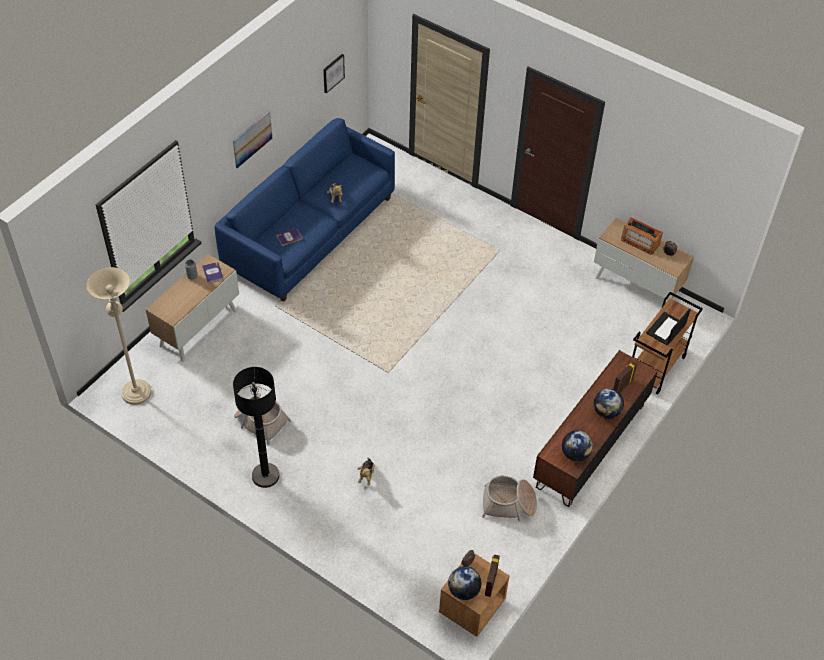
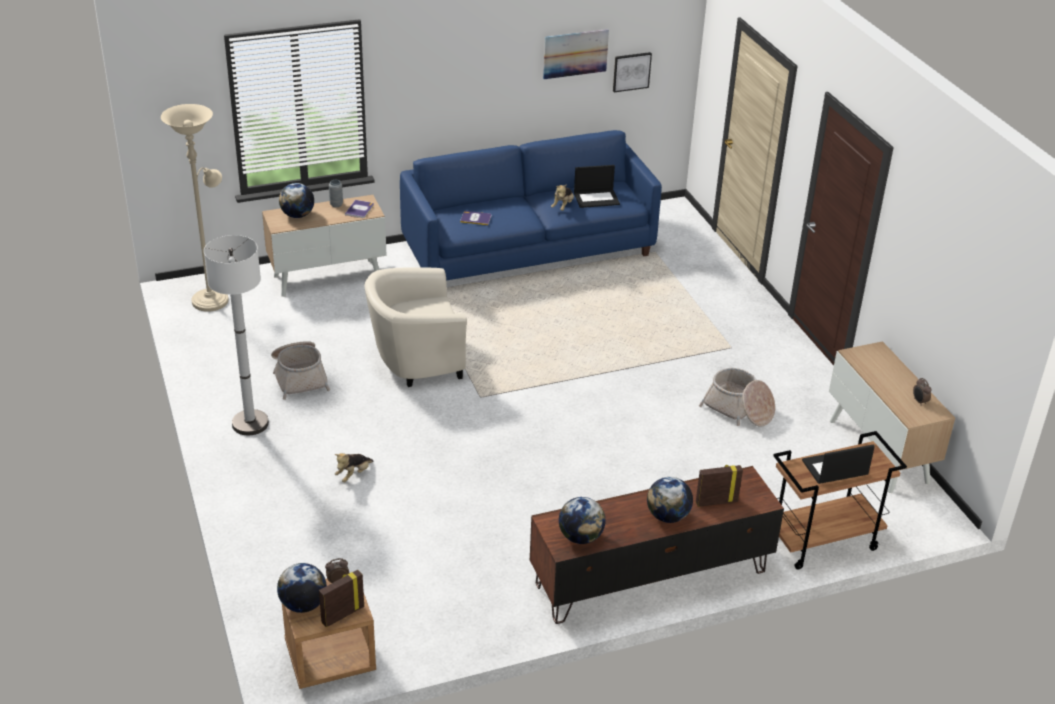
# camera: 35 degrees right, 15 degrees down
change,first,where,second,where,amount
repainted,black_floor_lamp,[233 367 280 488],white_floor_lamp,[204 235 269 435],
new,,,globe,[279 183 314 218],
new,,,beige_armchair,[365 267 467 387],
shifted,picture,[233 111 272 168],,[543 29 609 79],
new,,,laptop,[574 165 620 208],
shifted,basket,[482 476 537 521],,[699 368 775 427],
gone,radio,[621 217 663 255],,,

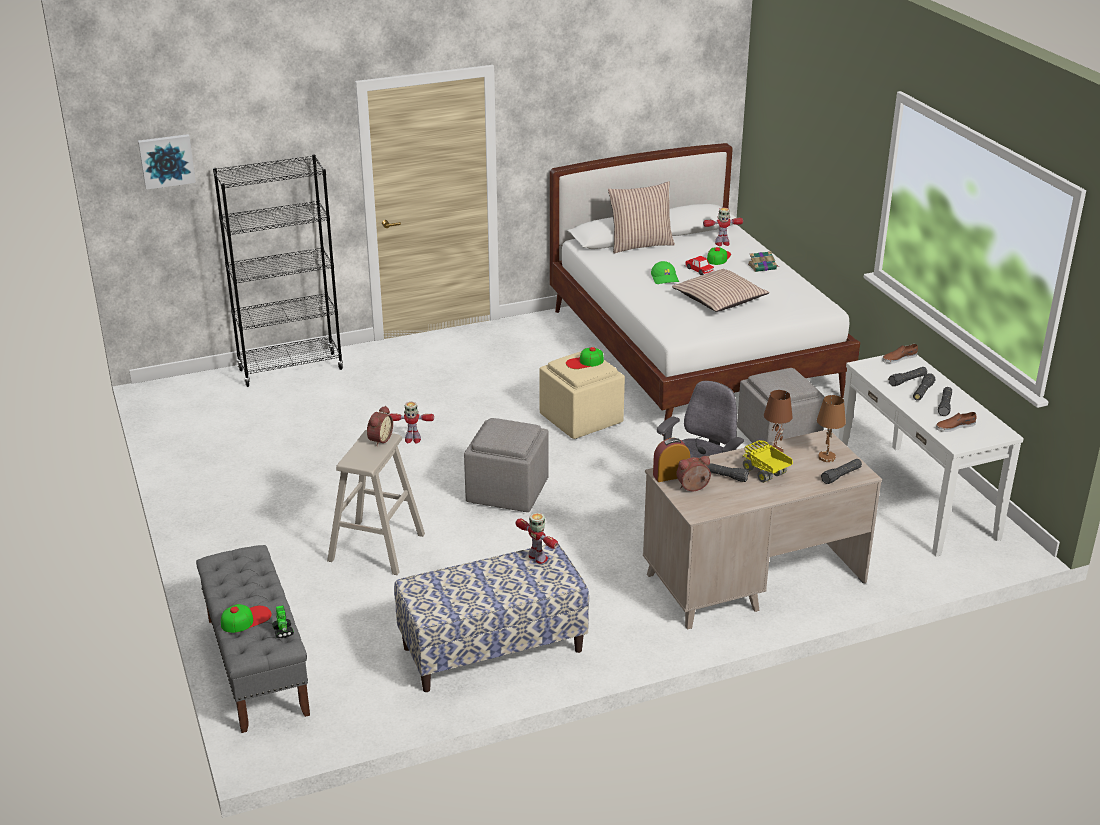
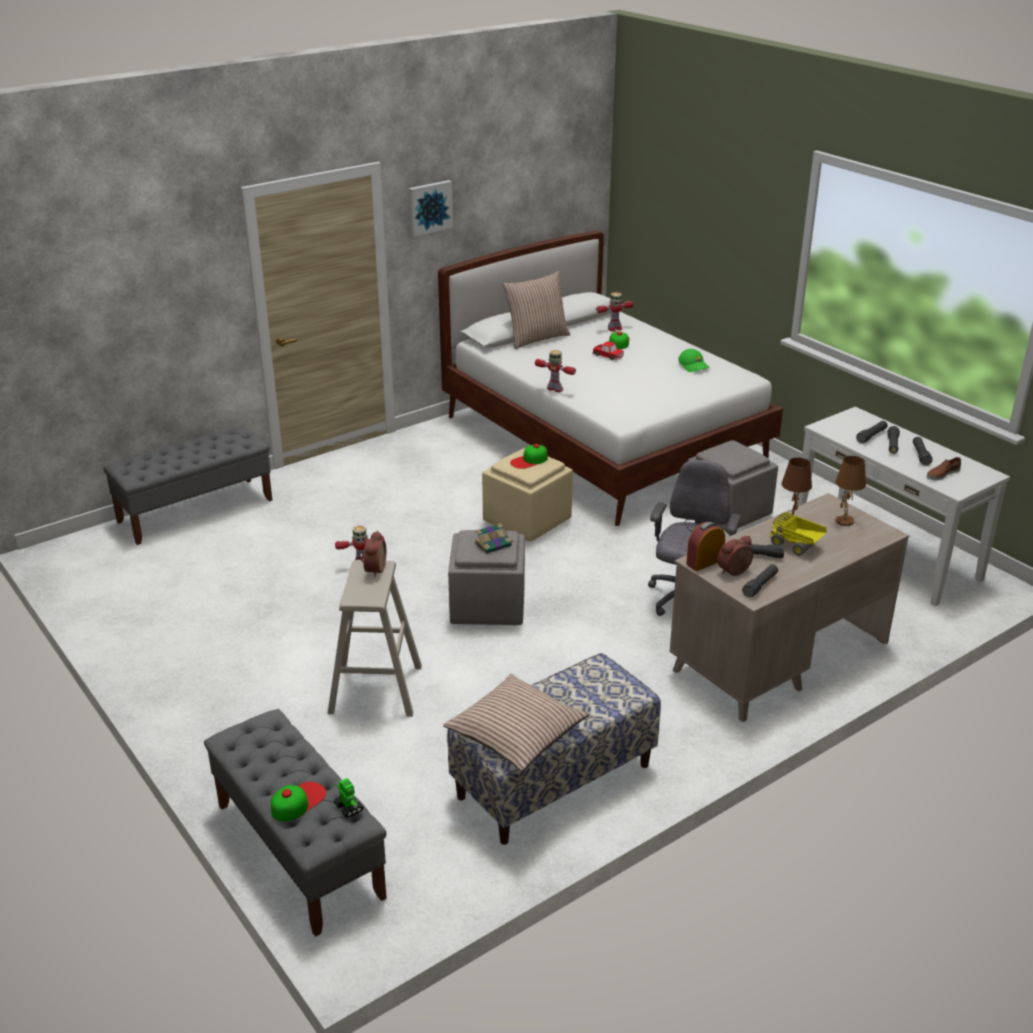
# camera: 15 degrees left, 0 degrees up
change,first,where,second,where,amount
swapped,black_bookcase,[213 155 344 387],grey_bench,[103 426 272 545],
shifted,picture,[138 134 196 190],,[409 180 453 237],
shifted,pillow,[672 269 770 312],,[443 674 590 771],
shifted,book,[748 251 780 272],,[474 523 514 554],
shifted,toy_robot,[516 513 558 564],,[535 350 576 392],
shifted,green_cap,[651 261 679 284],,[678 349 710 372],
shifted,black_flashlight,[821 459 862 484],,[742 564 778 598],
gone,brown_shoe,[882 344 918 363],,,

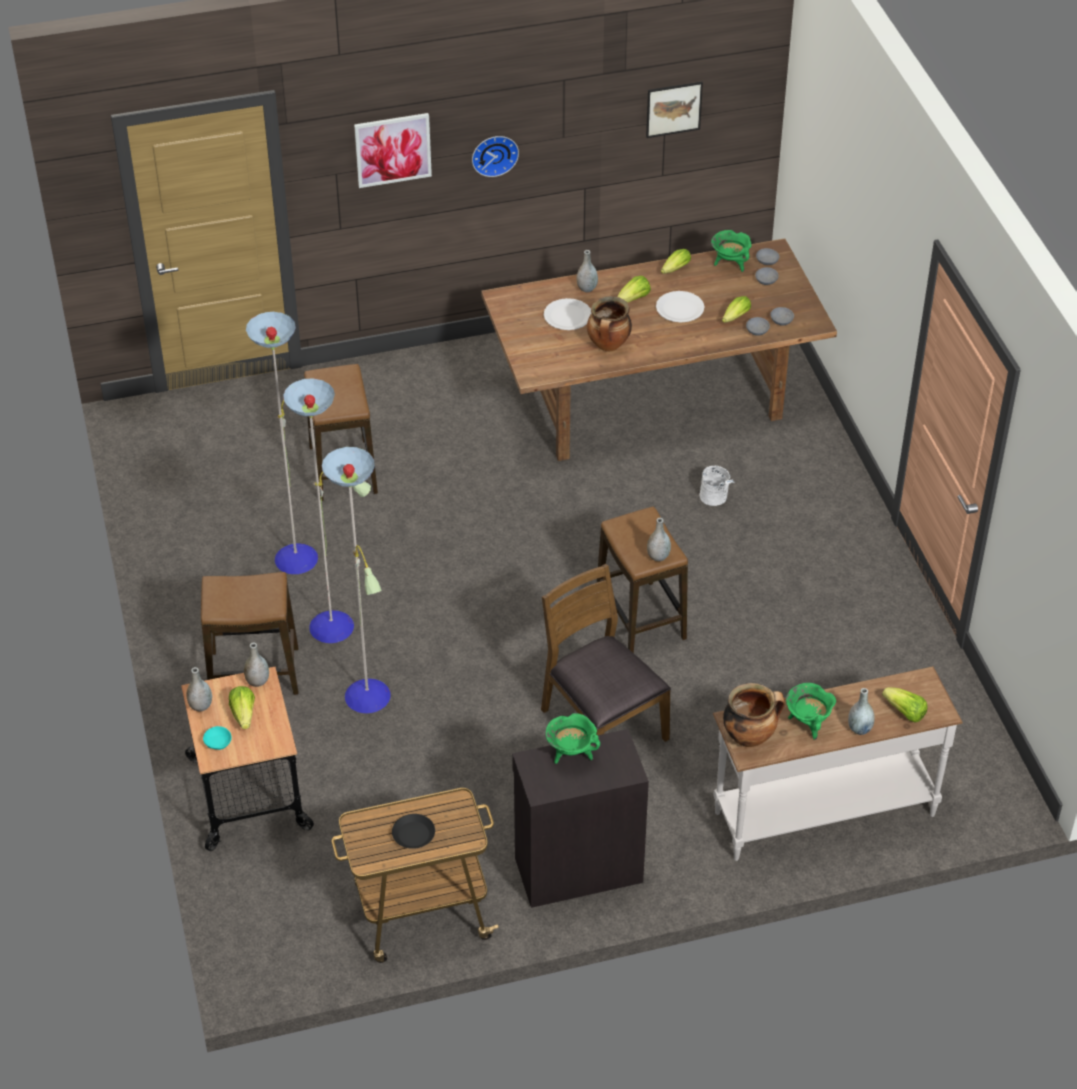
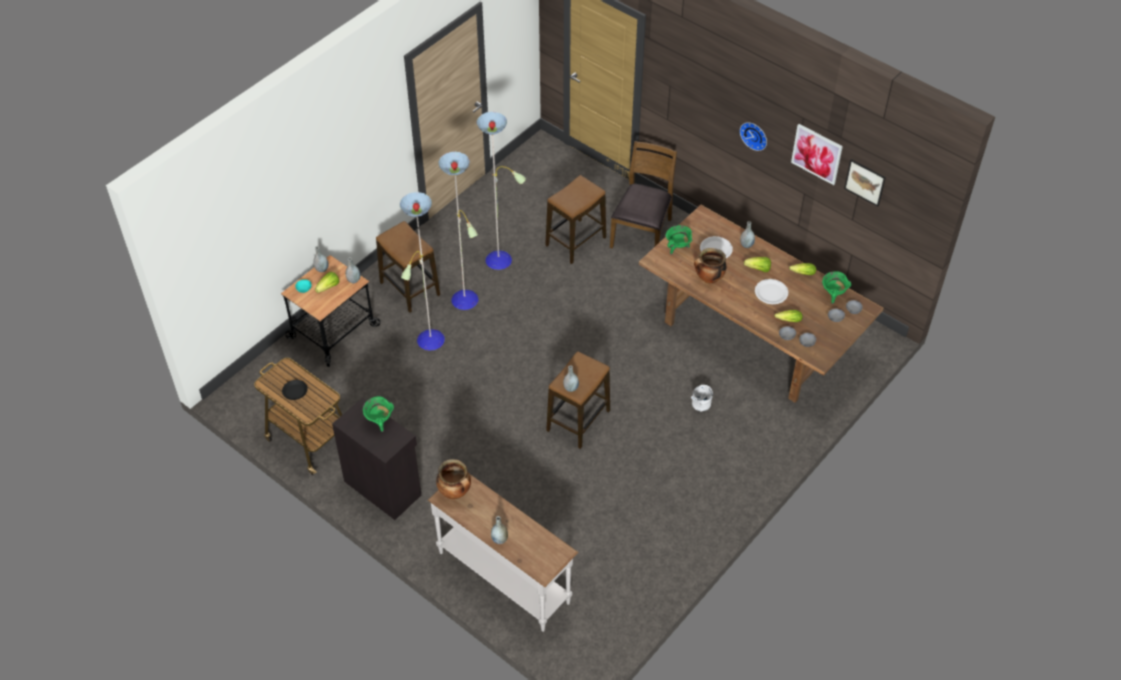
# camera: 55 degrees right, 5 degrees up
change,first,where,second,where,amount
shifted,brown_chair,[541 564 671 742],,[610 141 677 249],
shifted,green_cooking_pot,[786 683 836 740],,[666 225 692 255],
shifted,picture,[354 113 432 188],,[791 124 843 185],
gone,lettuce,[882 687 927 723],,,

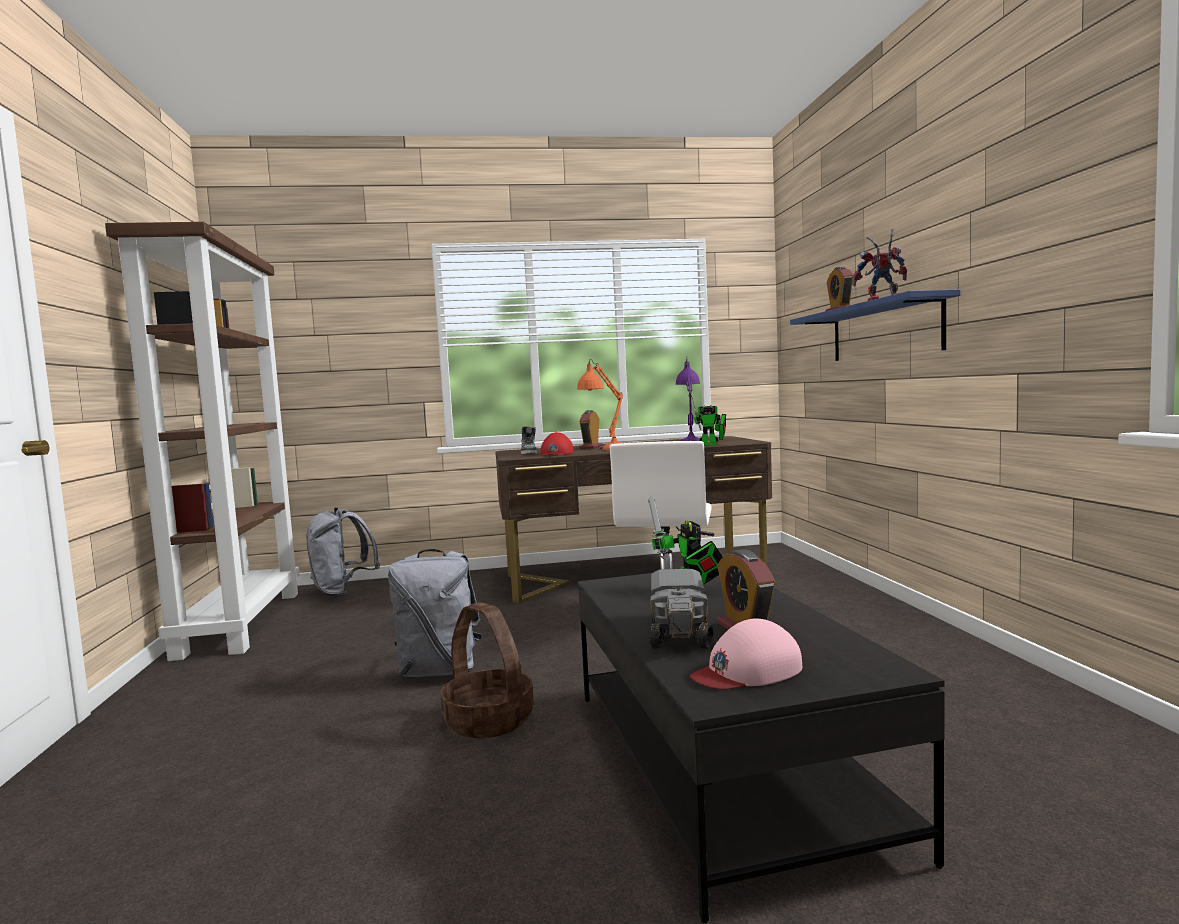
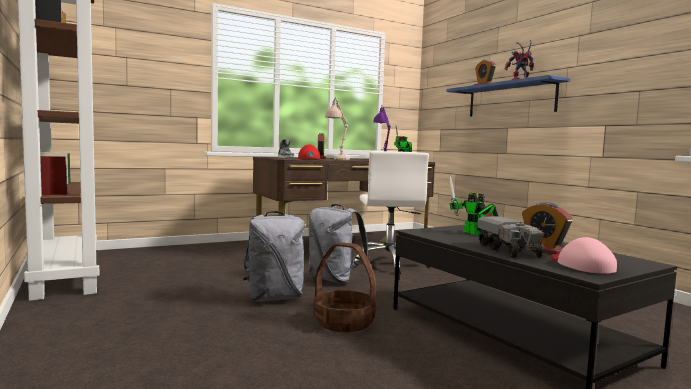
# camera: 20 degrees left, 0 degrees up
change,first,where,second,where,amount
shifted,grey_backpack,[306 507 380 597],,[309 204 369 283],
repainted,orange_table_lamp,[577 358 623 450],beige_table_lamp,[325 97 350 160],
rotated,pink_cap,[690 619 802 689],,[551 237 617 274],120 degrees clockwise

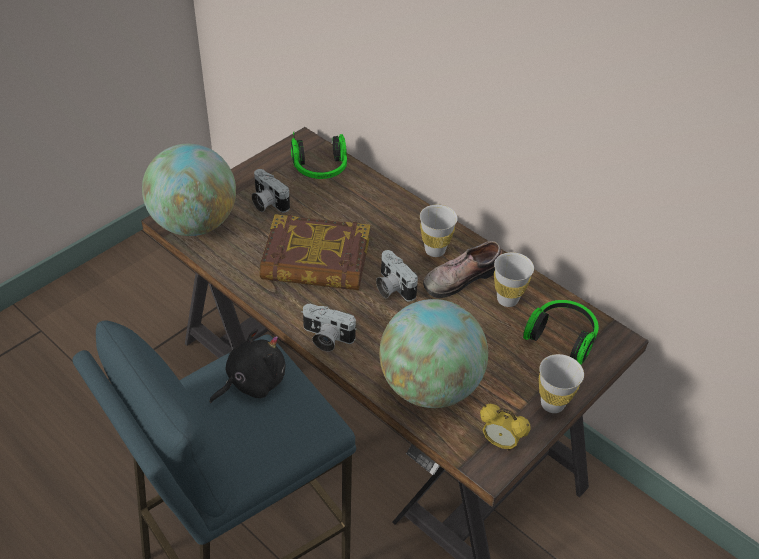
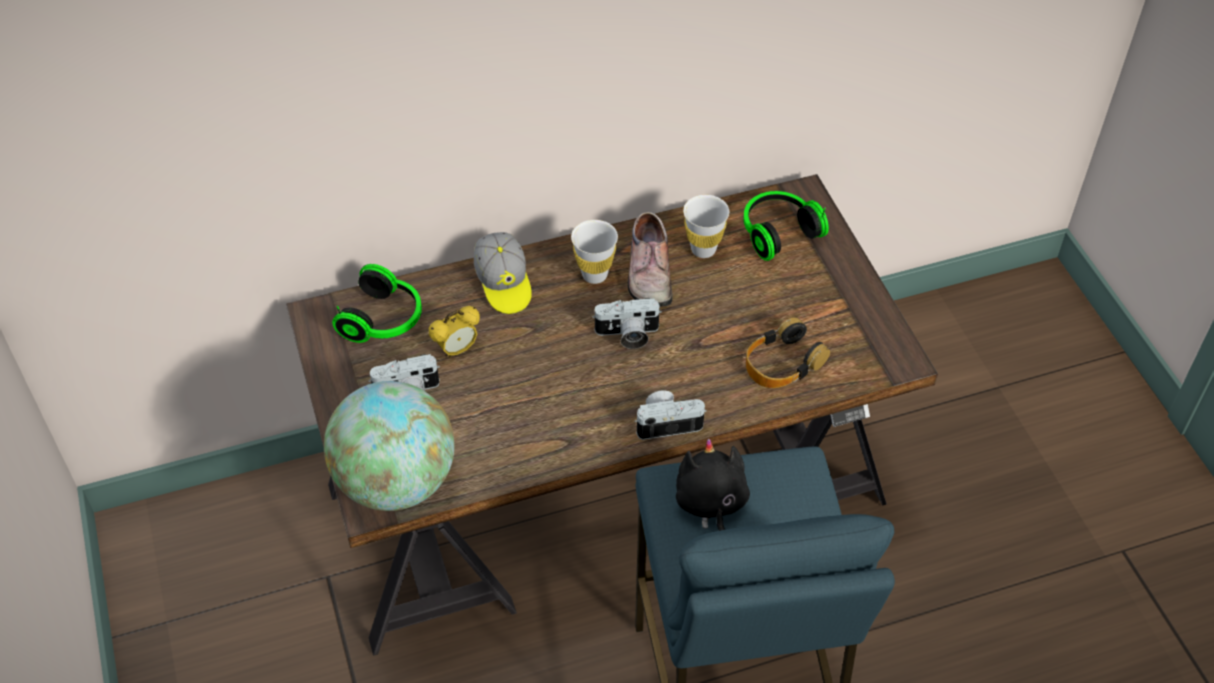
# camera: 60 degrees left, 5 degrees up
change,first,where,second,where,amount
shifted,alarm_clock,[480 404 531 451],,[429 306 480 358],
new,,,cap,[474 232 532 314],
rotated,photo_camera,[302 304 357 351],,[634 390 707 440],150 degrees counterclockwise
swapped,globe,[379 299 488 408],headphones,[746 317 830 388],
gone,book,[260 214 370 290],,,
gone,white_cup,[539 354 584 413],,,

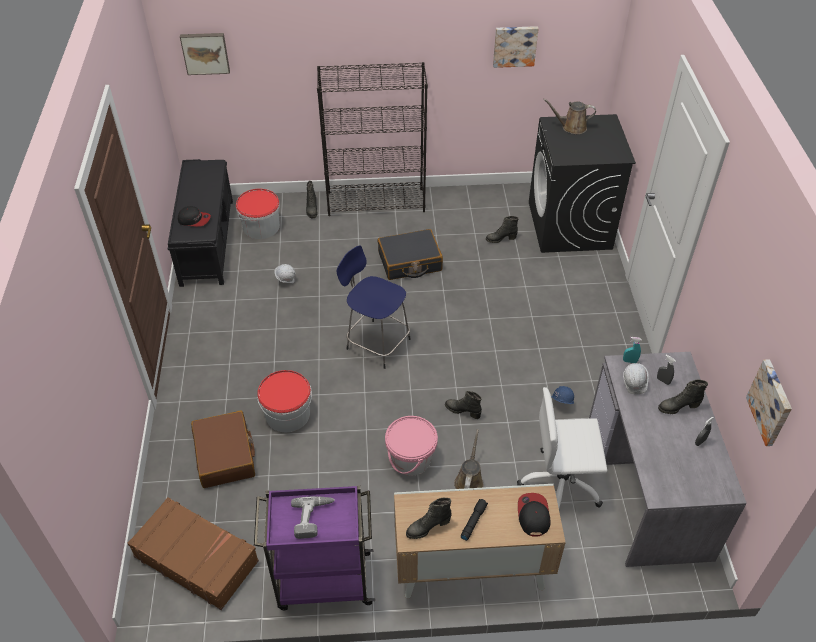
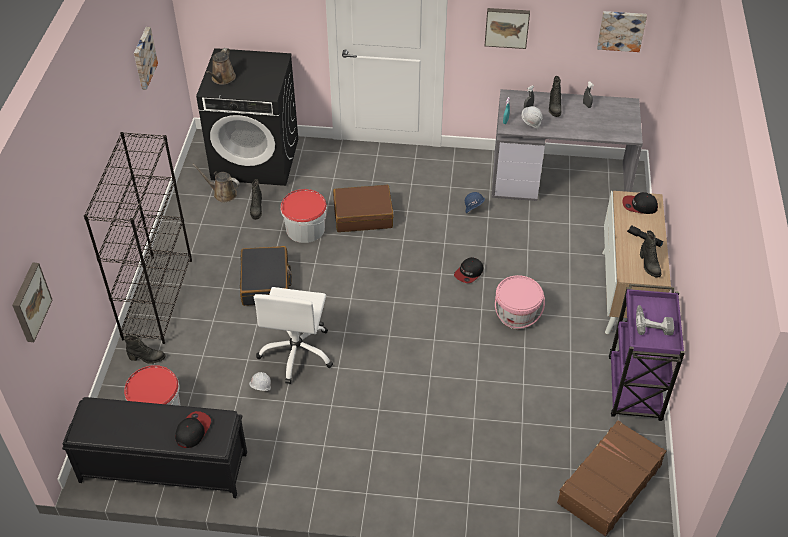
# camera: 80 degrees left, 0 degrees up
change,first,where,second,where,amount
shifted,brown_watering_can,[454 429 483 489],,[192 164 240 202],
shifted,white_office_chair,[517 387 607 508],,[254 287 333 384],
shifted,bucket,[258 370 312 433],,[280 189 327 243],
shifted,brown_suitcase,[191 411 255 488],,[333 185 393 232],
swapped,black_boot,[445 391 482 419],cap,[454 257 483 283],
new,,,picture,[485 8 530 49],
gone,blue_stool,[337 245 411 369],,,

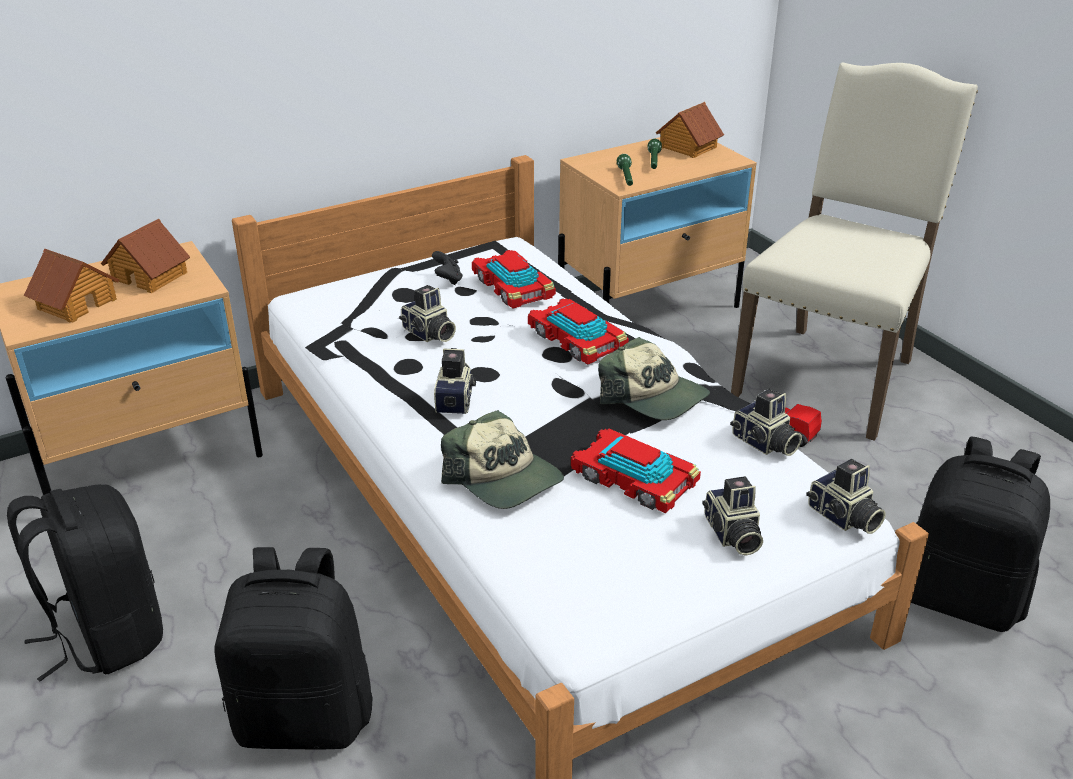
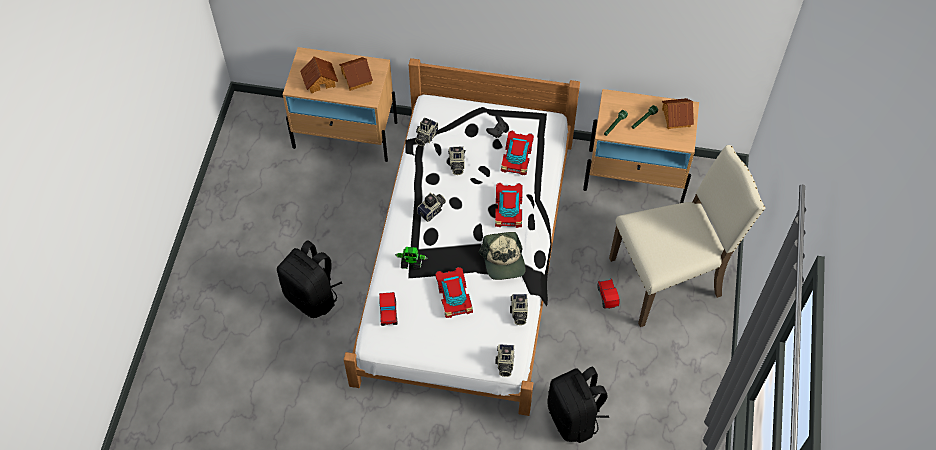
# camera: 40 degrees right, 25 degrees up
change,first,where,second,where,amount
new,,,toy_car,[379 292 398 326],
swapped,cap,[441 410 564 509],toy_robot,[395 247 427 270],
shifted,photo_camera,[702 476 763 556],,[415 118 438 146],
gone,black_backpack,[7 484 163 682],,,

